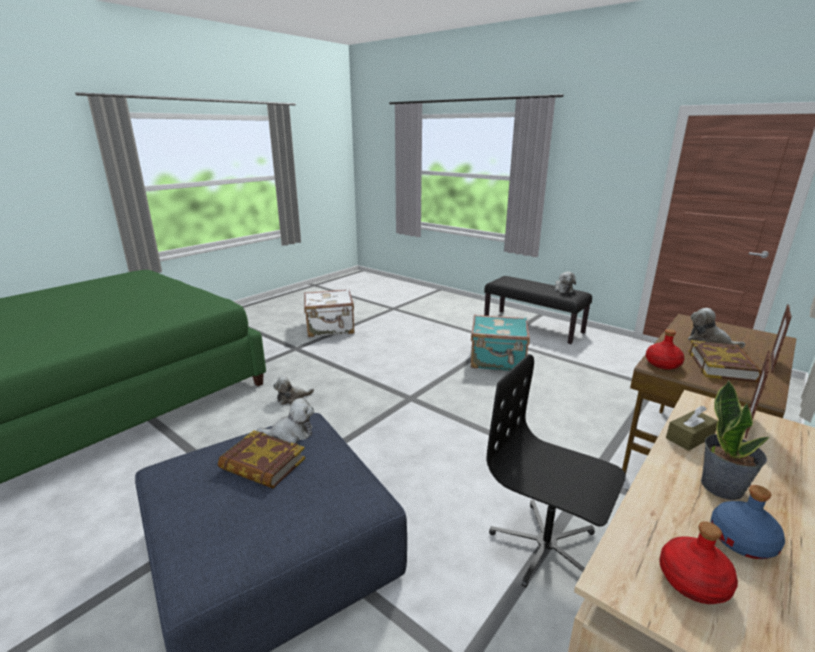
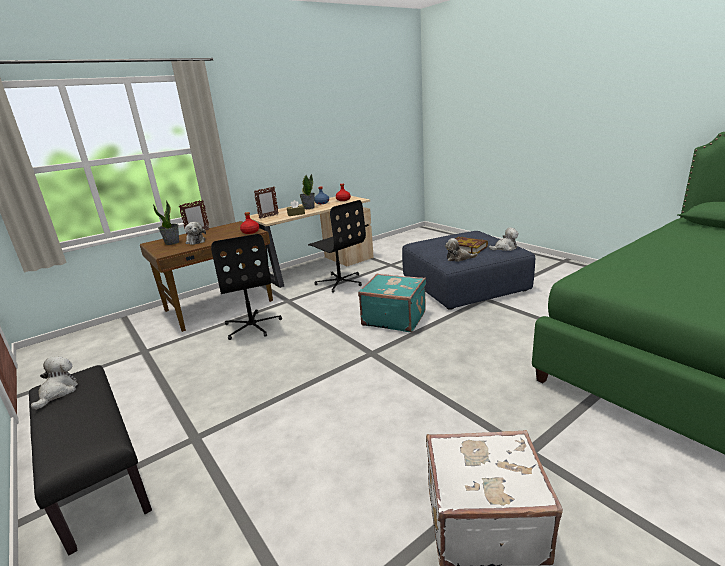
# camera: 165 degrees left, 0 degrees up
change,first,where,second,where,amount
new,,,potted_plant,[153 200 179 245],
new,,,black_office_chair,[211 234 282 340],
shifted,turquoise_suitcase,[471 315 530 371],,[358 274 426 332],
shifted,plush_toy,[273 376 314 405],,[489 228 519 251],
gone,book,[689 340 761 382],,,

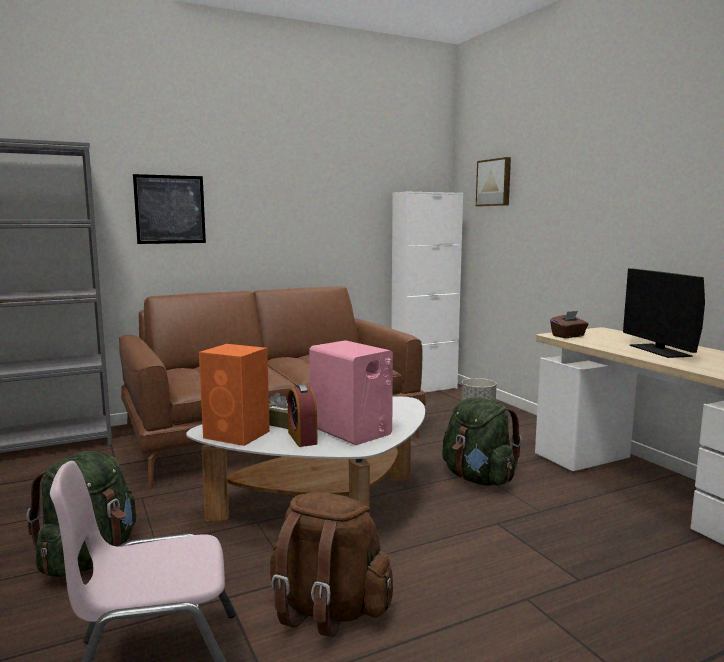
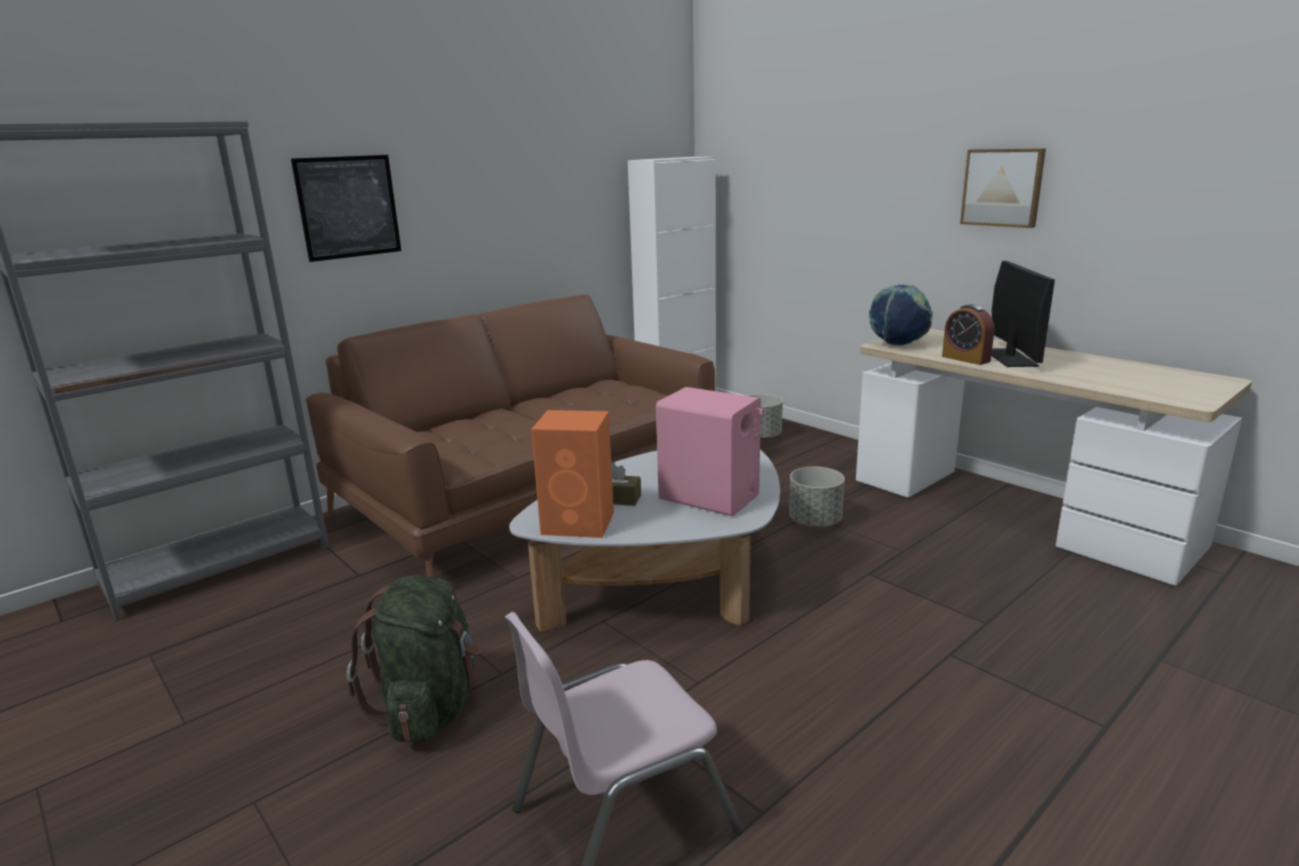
# camera: 15 degrees left, 10 degrees up
change,first,where,second,where,amount
swapped,green_backpack,[442 397 522 486],grey_planter,[789 467 845 528],
swapped,brown_tissue_box,[550 311 588 338],globe,[869 284 933 346],
shifted,alarm_clock,[288 384 318 447],,[942 304 994 365],
shifted,picture,[476 157 511 206],,[960 148 1046 228],
rotated,monitor,[623 268 705 358],,[991 261 1055 367],150 degrees counterclockwise
gone,brown_backpack,[270 492 393 637],,,

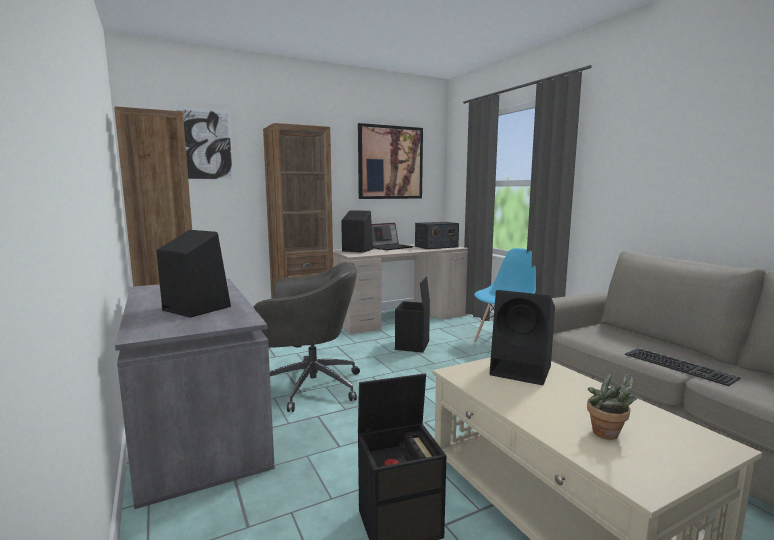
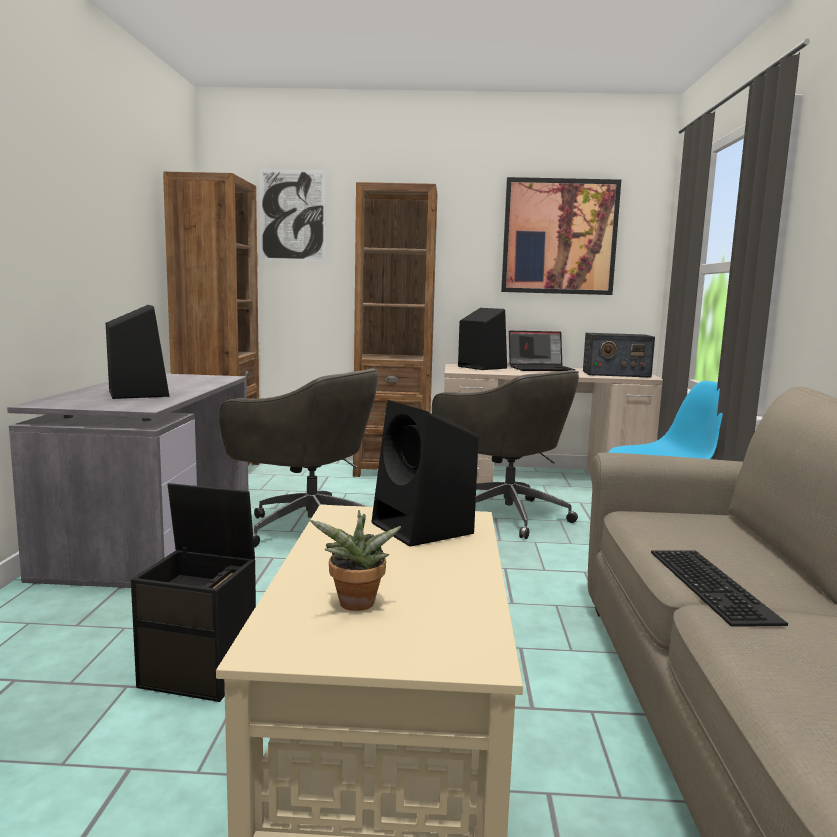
# camera: 30 degrees right, 0 degrees up
change,first,where,second,where,amount
swapped,black_storage_box,[395 276 430 353],grey_office_chair,[432 370 579 539],

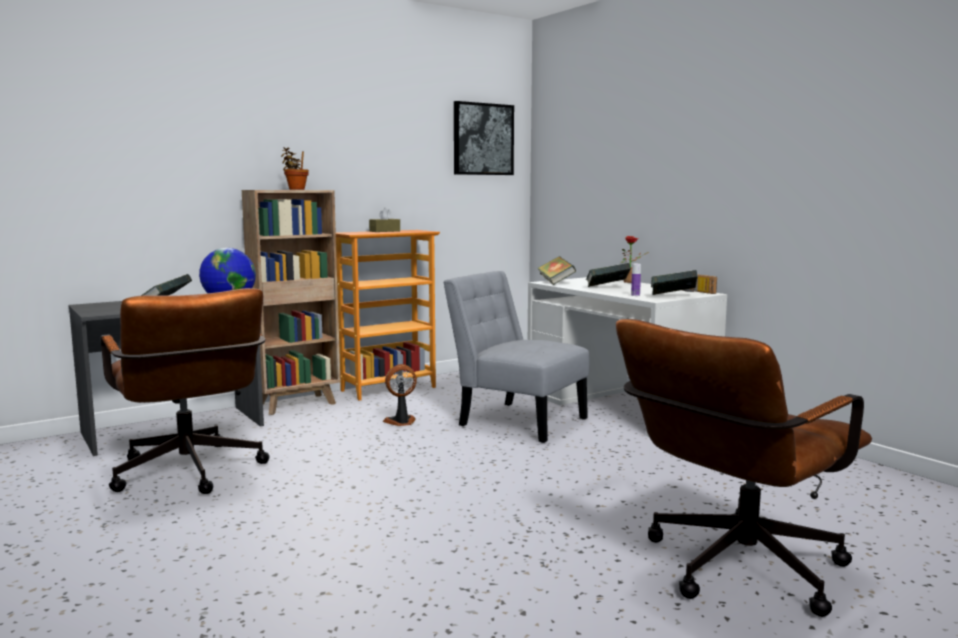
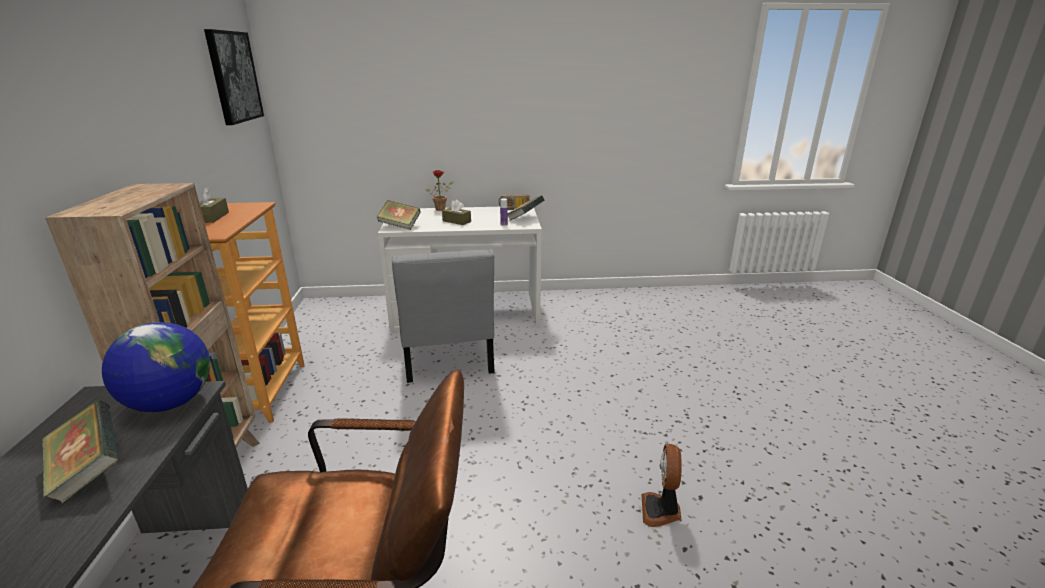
# camera: 60 degrees left, 15 degrees up
change,first,where,second,where,amount
rotated,grey_chair,[443 271 589 443],,[391 249 495 383],75 degrees counterclockwise
swapped,book,[586 263 631 287],brown_tissue_box,[442 200 471 225],
shifted,fan,[383 364 417 426],,[641 444 682 527],
gone,potted_plant,[281 147 309 190],,,
gone,brown_office_chair,[616 319 872 617],,,

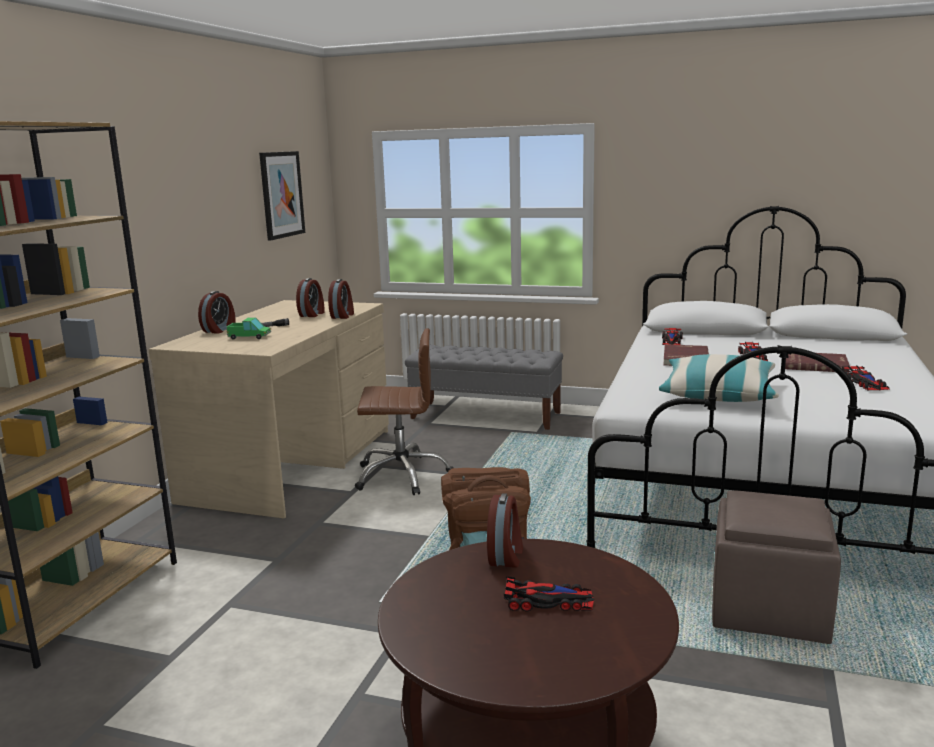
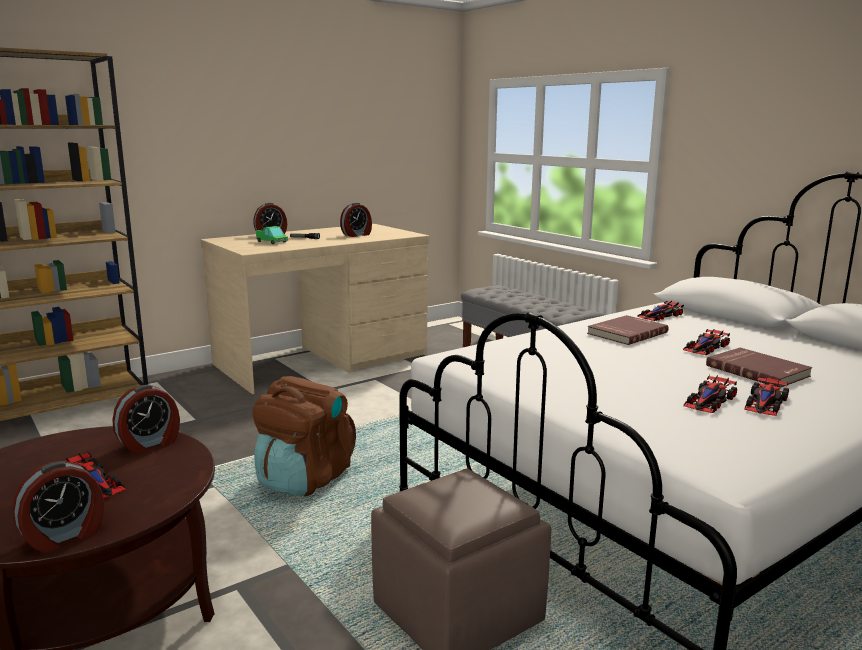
# camera: 35 degrees right, 0 degrees up
change,first,where,second,where,amount
shifted,alarm_clock,[328 279 354 319],,[12 461 104 553],
new,,,toy_car,[683 375 737 414],
gone,picture,[259 151 305 240],,,
gone,brown_office_chair,[355 328 454 495],,,
gone,pillow,[659 354 779 402],,,

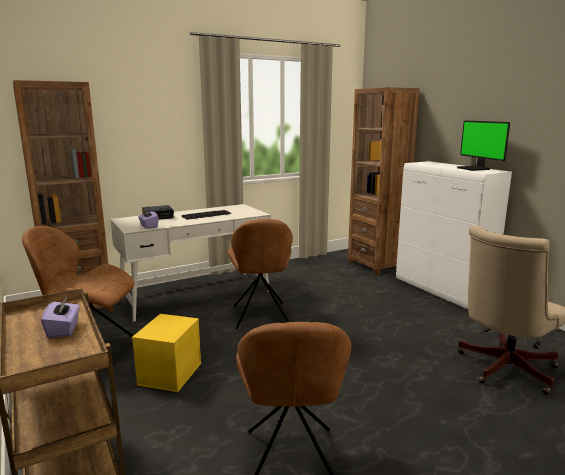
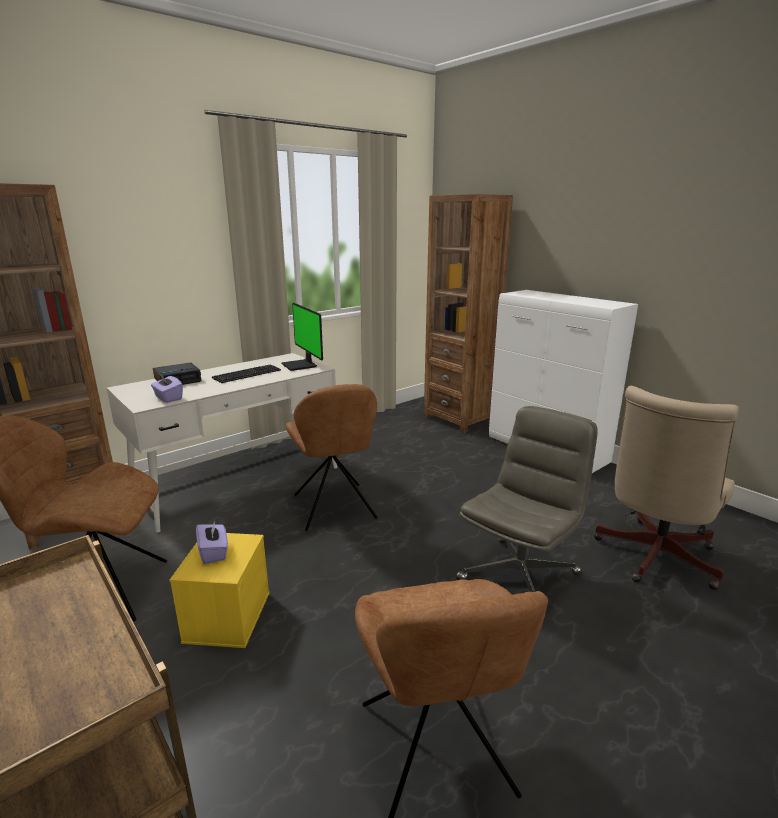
# camera: 10 degrees left, 5 degrees up
change,first,where,second,where,amount
shifted,purple_tissue_box,[41 297 80 338],,[196 520 228 564],
shifted,monitor,[457 121 510 171],,[281 303 323 371],
new,,,grey_office_chair,[456 406 598 621],

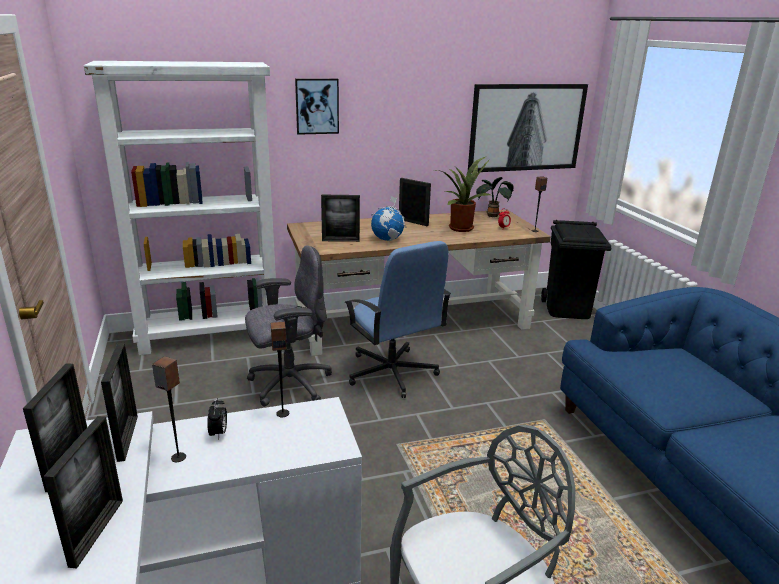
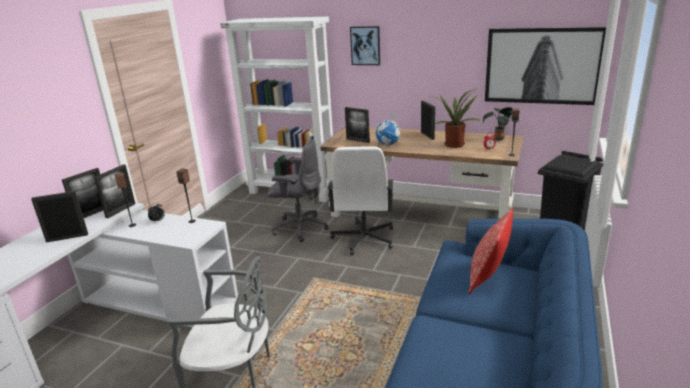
# camera: 40 degrees right, 0 degrees up
change,first,where,second,where,amount
rotated,picture_frame,[44 416 123 569],,[31 191 88 243],150 degrees counterclockwise
repainted,blue_office_chair,[345 241 451 398],white_office_chair,[328 147 394 255],
new,,,pillow,[468 208 513 294],

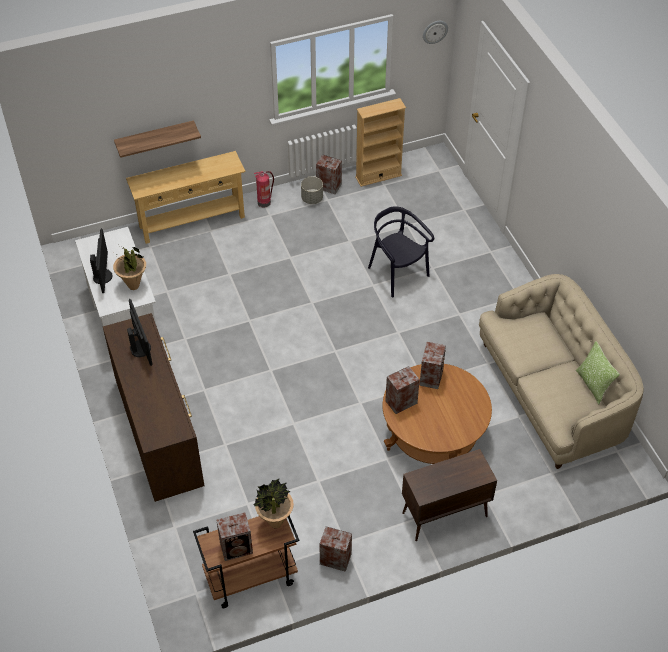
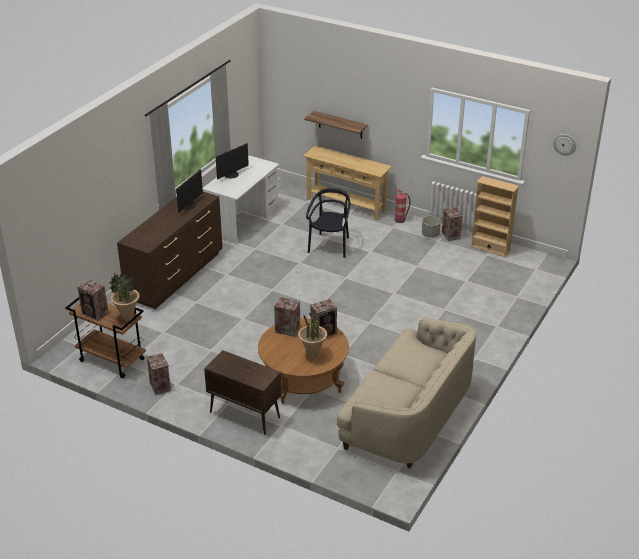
# camera: 50 degrees right, 15 degrees down
change,first,where,second,where,amount
shifted,potted_plant,[113 246 146 290],,[298 310 327 358],
shifted,black_chair,[368 206 434 297],,[306 188 350 258],
gone,pillow,[576 341 620 405],,,

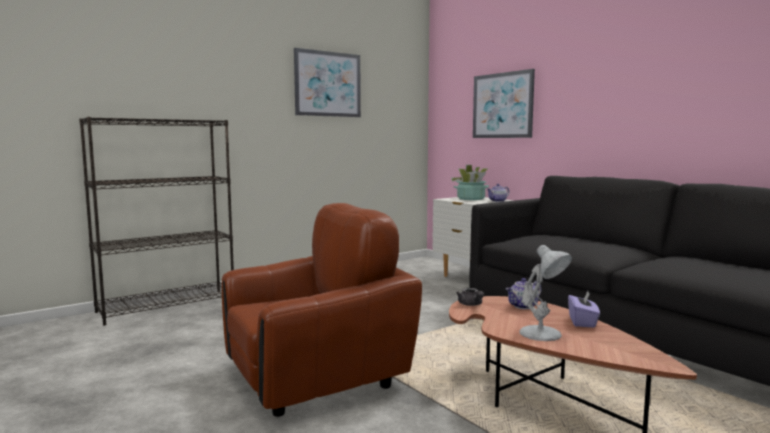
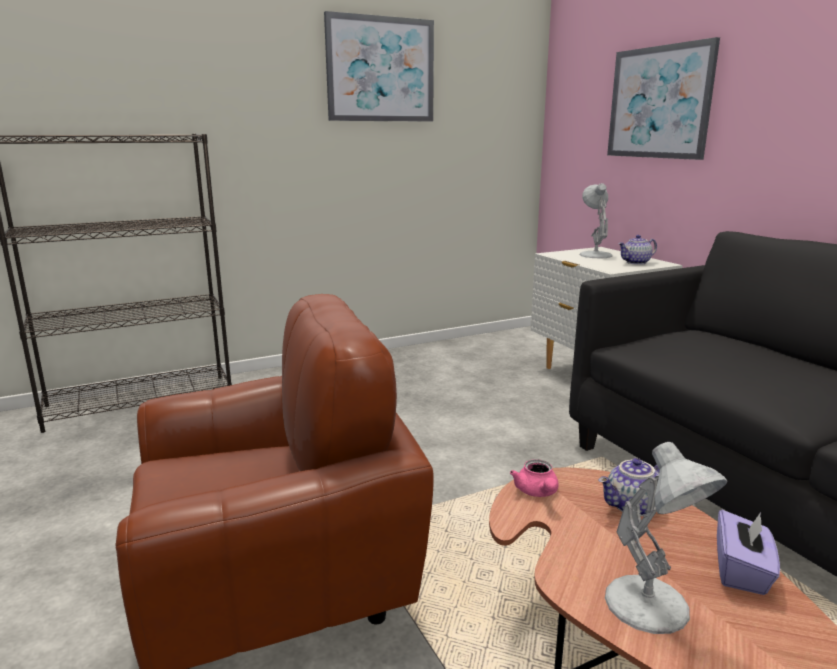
# camera: 10 degrees right, 10 degrees up
change,first,where,second,where,amount
repainted,grey_teapot,[456 288 484 306],pink_teapot,[510 459 559 497],
swapped,potted_plant,[451 165 489 200],white_table_lamp,[580 183 612 258],

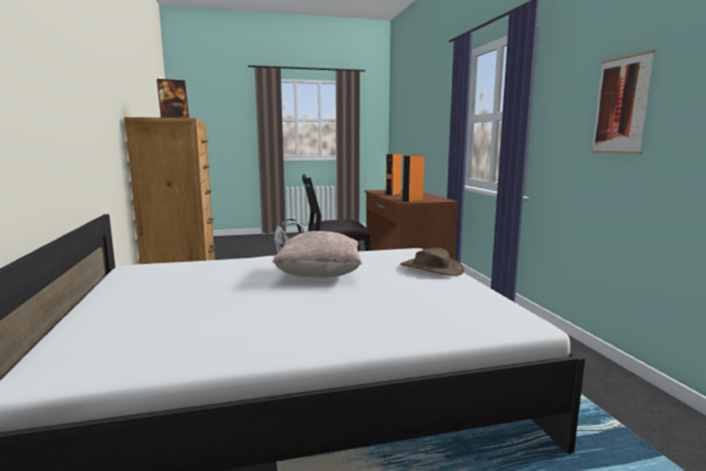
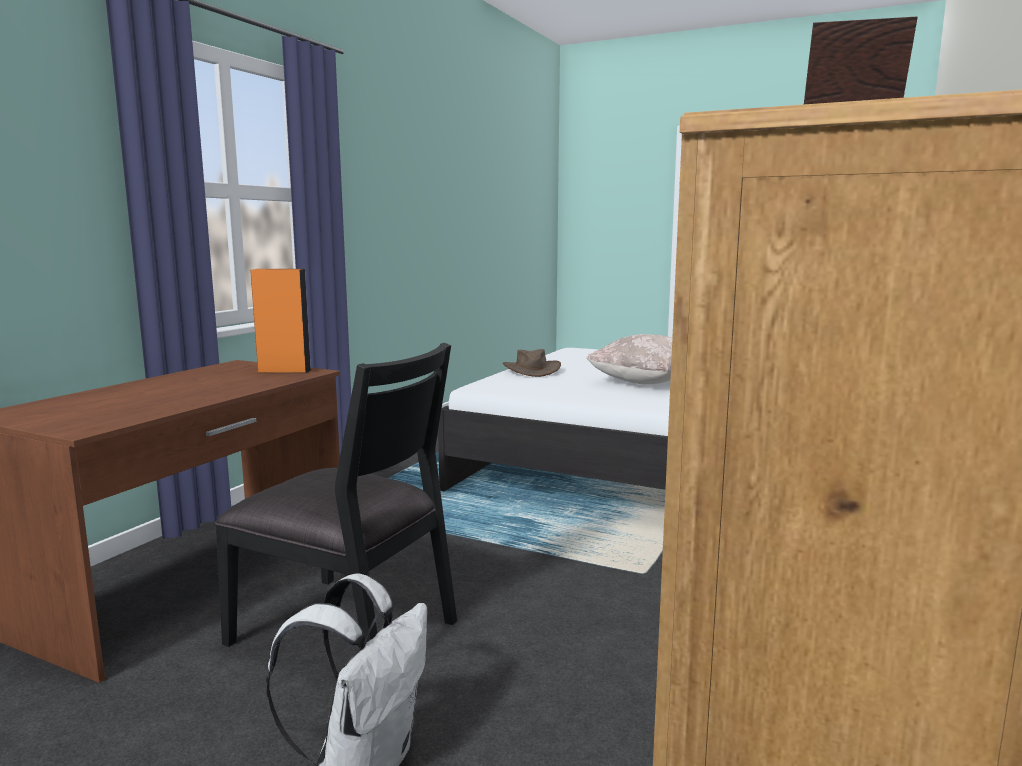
# camera: 140 degrees left, 0 degrees up
change,first,where,second,where,amount
gone,orange_speaker,[386 154 402 196],,,
gone,picture,[592 50 655 154],,,

